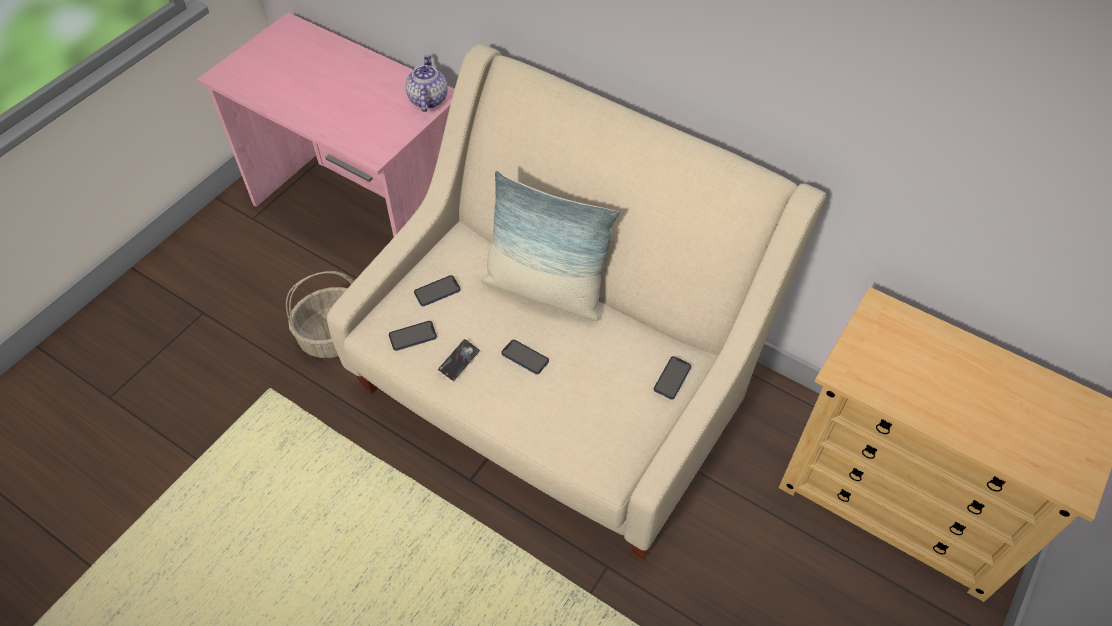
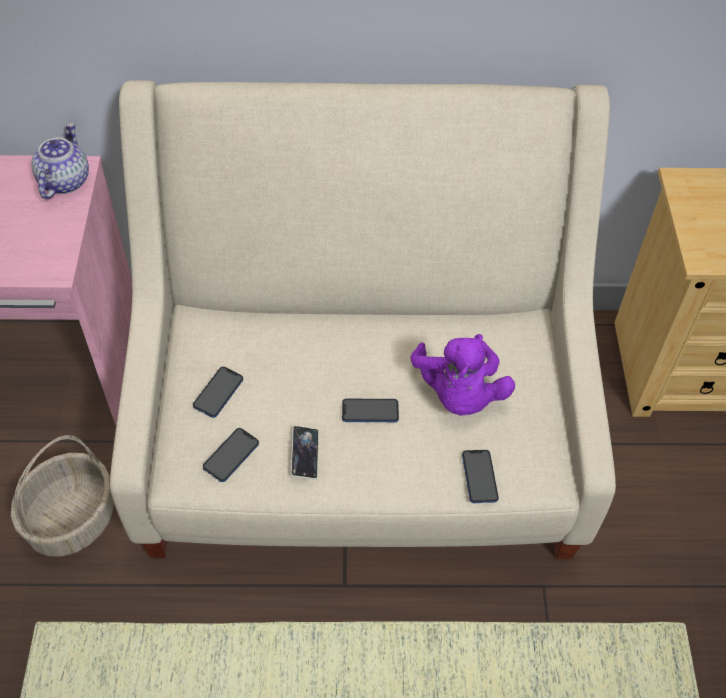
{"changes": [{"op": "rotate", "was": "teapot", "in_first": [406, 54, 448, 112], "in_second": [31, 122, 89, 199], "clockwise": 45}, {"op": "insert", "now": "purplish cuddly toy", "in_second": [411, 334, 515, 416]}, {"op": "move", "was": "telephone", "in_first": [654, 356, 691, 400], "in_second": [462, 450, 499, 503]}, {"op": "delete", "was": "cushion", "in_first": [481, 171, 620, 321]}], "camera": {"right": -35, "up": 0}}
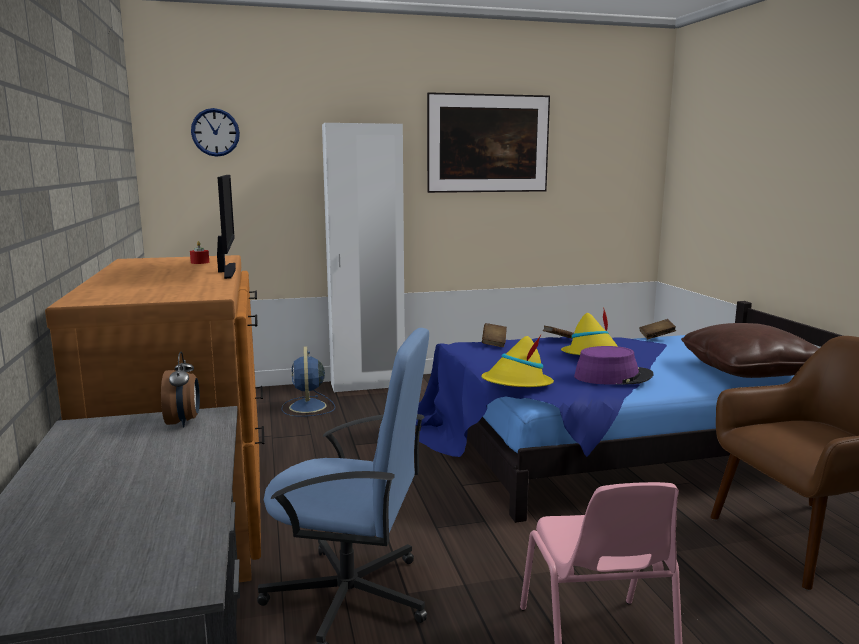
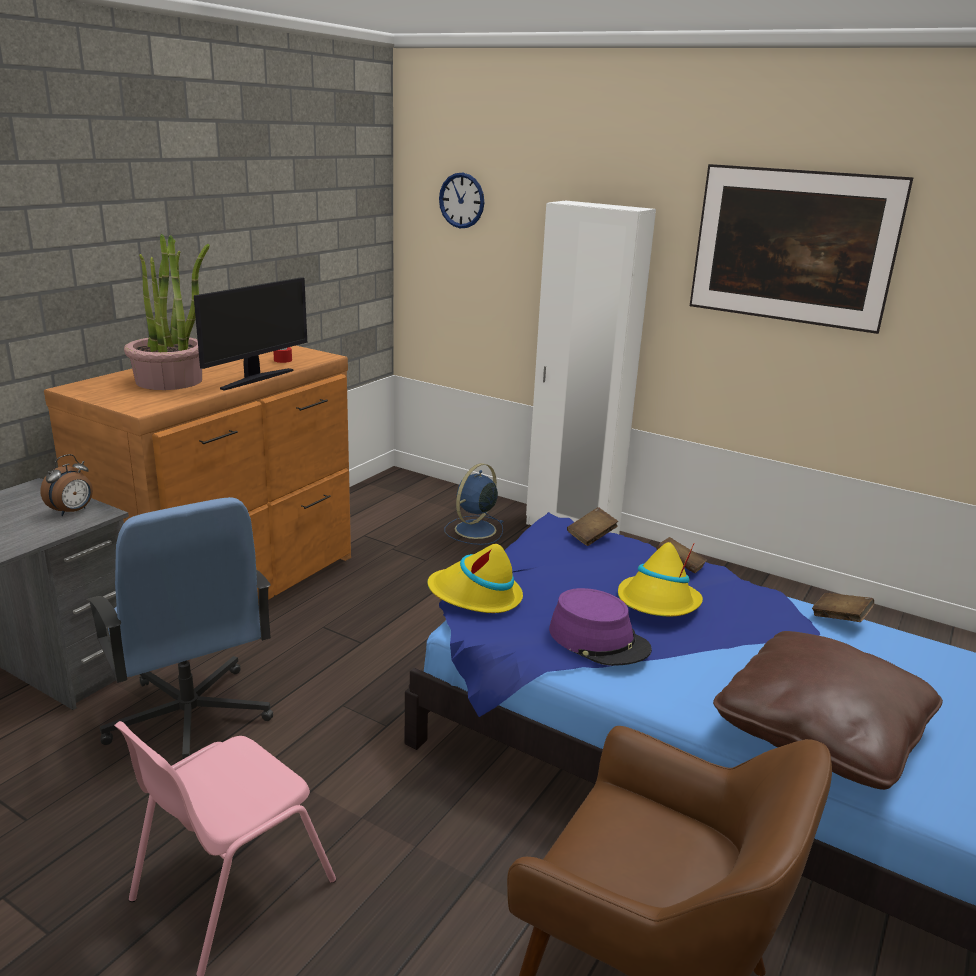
{"changes": [{"op": "insert", "now": "potted plant", "in_second": [124, 234, 210, 390]}], "camera": {"right": 45, "up": 10}}
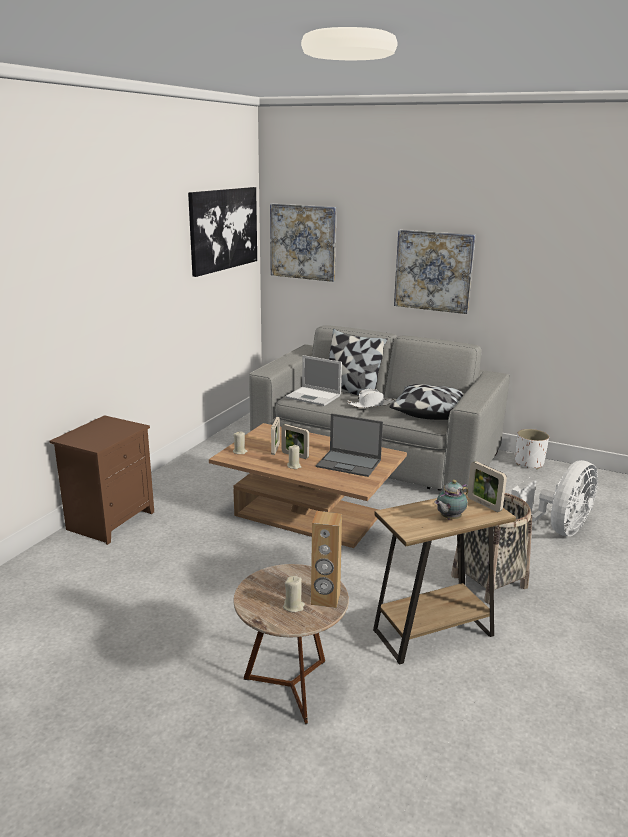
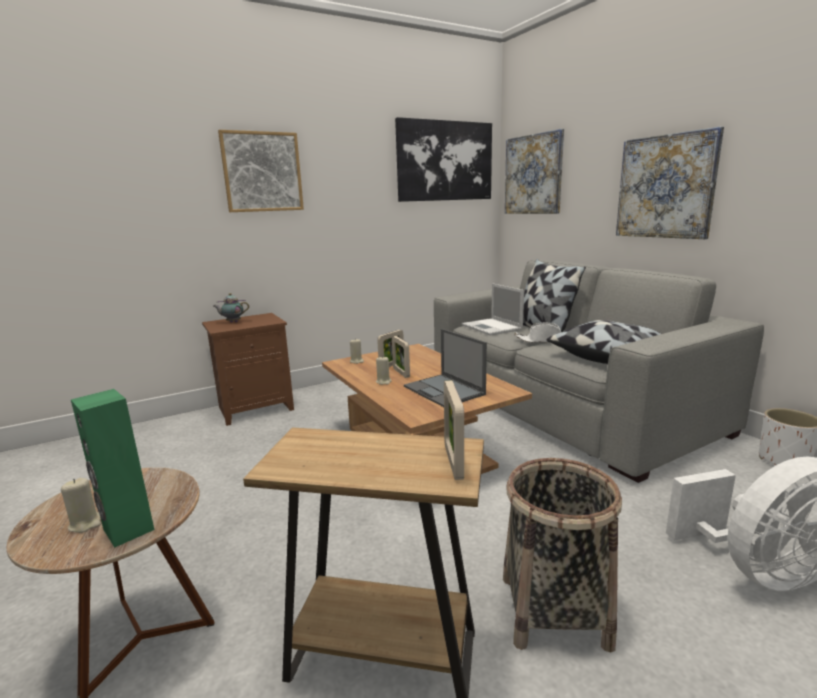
{"changes": [{"op": "recolor", "was": "brown audio speaker", "now": "green-coloured audio speaker", "in_first": [311, 511, 342, 608], "in_second": [71, 389, 154, 548]}, {"op": "move", "was": "teapot", "in_first": [434, 480, 469, 519], "in_second": [213, 293, 249, 323]}, {"op": "insert", "now": "picture", "in_second": [218, 130, 304, 212]}], "camera": {"right": 35, "up": -5}}
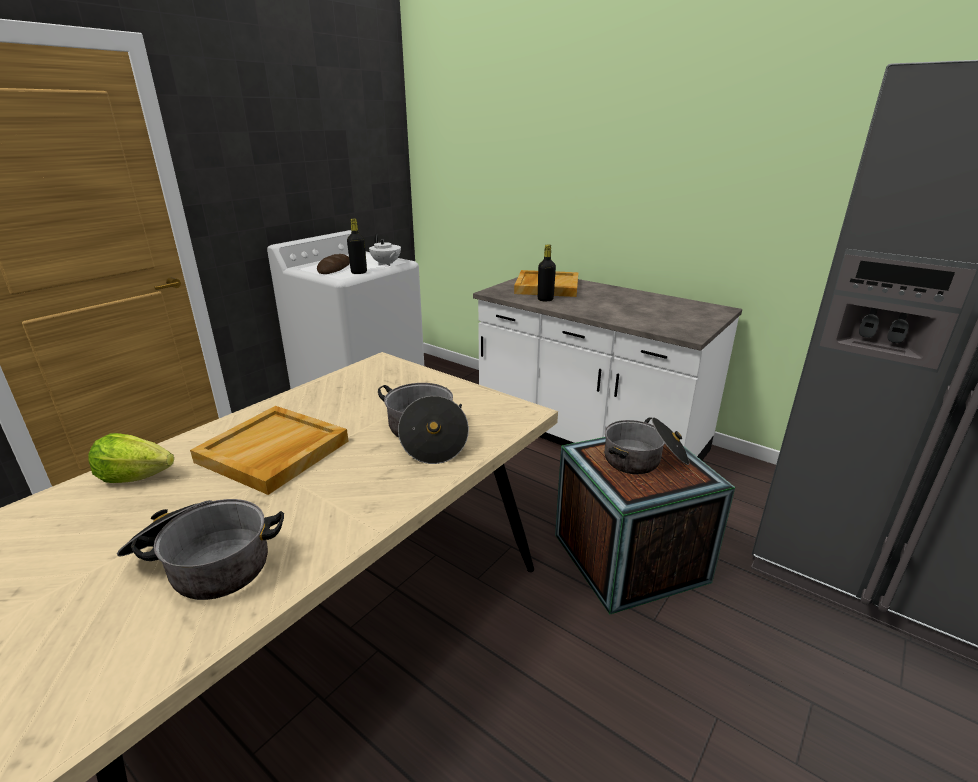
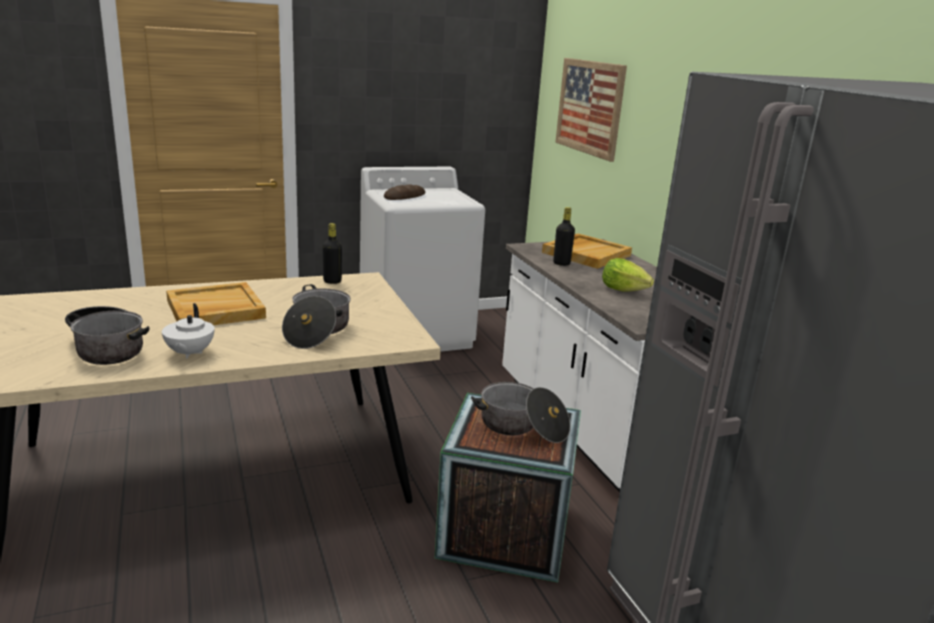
{"changes": [{"op": "move", "was": "whitish teapot", "in_first": [369, 234, 401, 266], "in_second": [162, 303, 215, 359]}, {"op": "move", "was": "black-coloured beverage bottle", "in_first": [347, 219, 367, 274], "in_second": [322, 223, 342, 284]}, {"op": "insert", "now": "picture", "in_second": [555, 58, 627, 162]}, {"op": "move", "was": "lettuce head", "in_first": [89, 433, 174, 483], "in_second": [602, 258, 654, 291]}], "camera": {"right": 30, "up": -5}}
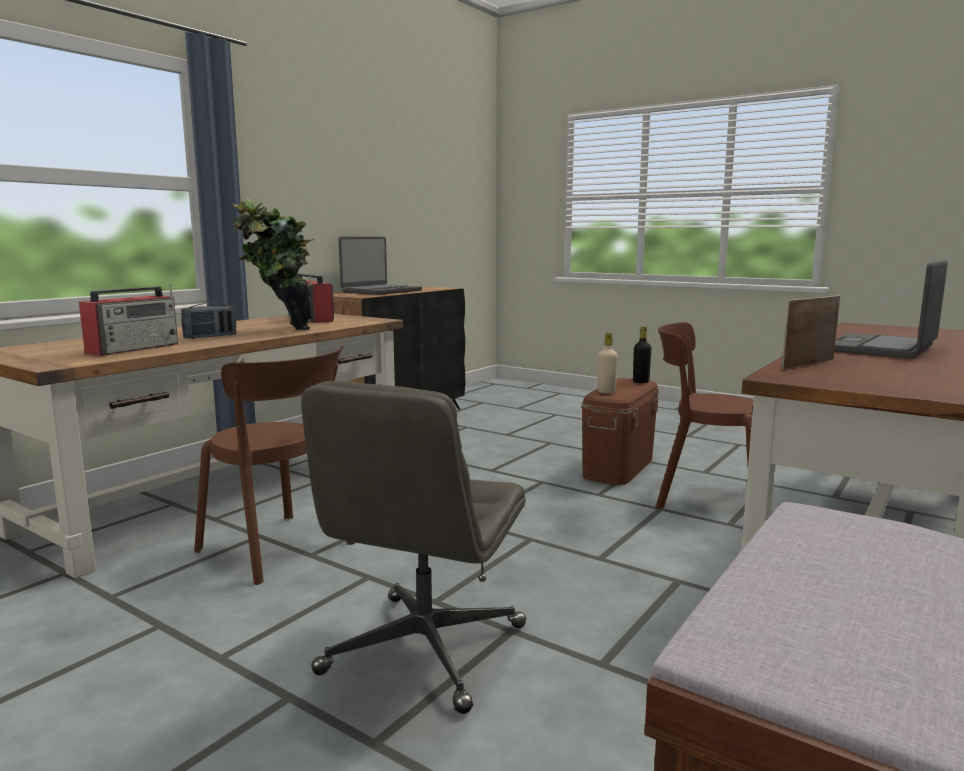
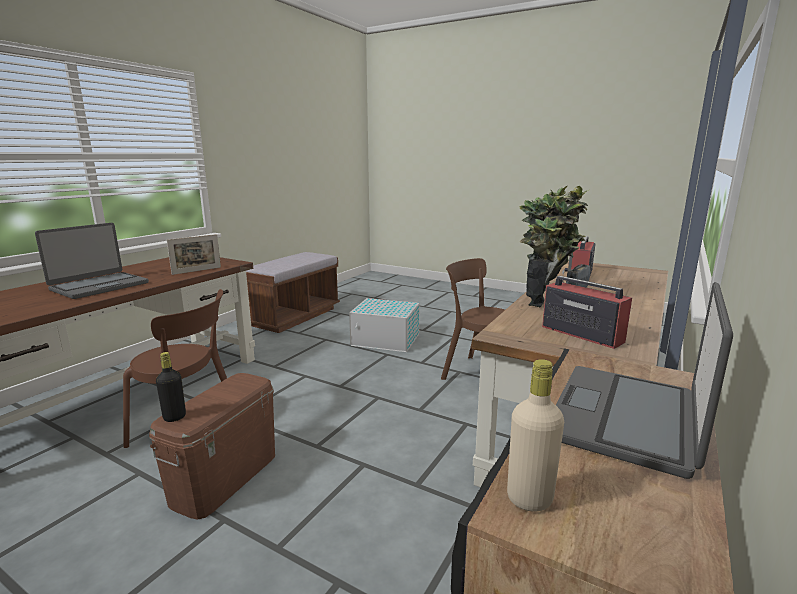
{"changes": [{"op": "replace", "was": "greyish desk chair", "now": "whitish storage container", "in_first": [301, 381, 526, 714], "in_second": [349, 298, 420, 352]}, {"op": "move", "was": "beige-coloured beverage bottle", "in_first": [597, 333, 618, 394], "in_second": [507, 359, 564, 511]}], "camera": {"right": 175, "up": 5}}
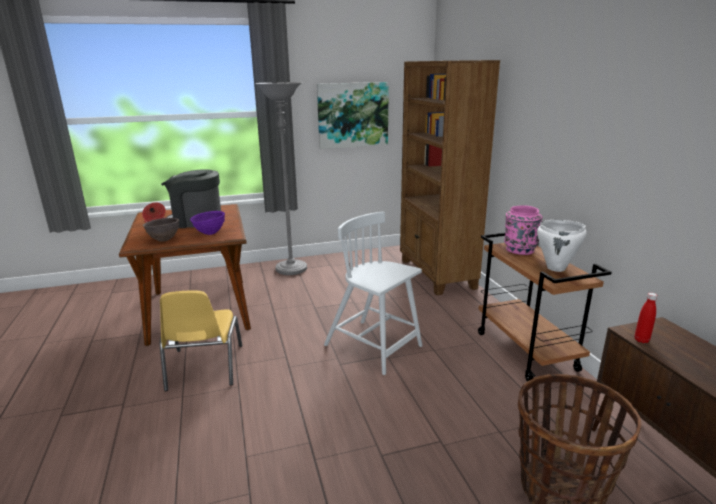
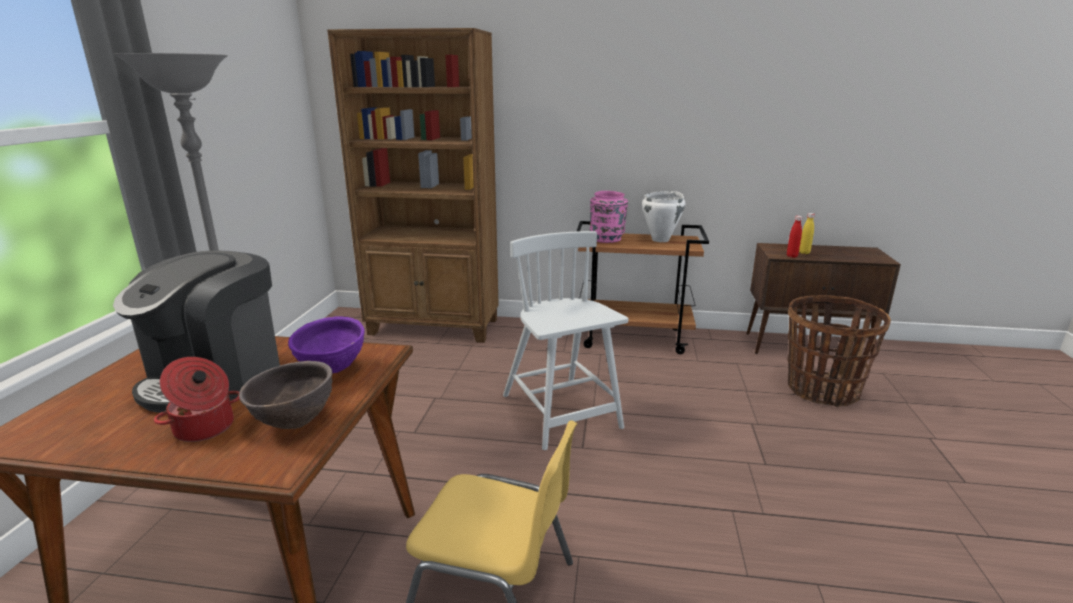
{"changes": [{"op": "rotate", "was": "whitish plain chair", "in_first": [324, 211, 422, 375], "in_second": [503, 231, 628, 450], "clockwise": 90}, {"op": "insert", "now": "yellowish beverage bottle", "in_second": [799, 213, 815, 254]}, {"op": "delete", "was": "picture", "in_first": [317, 82, 389, 149]}], "camera": {"right": -65, "up": 0}}
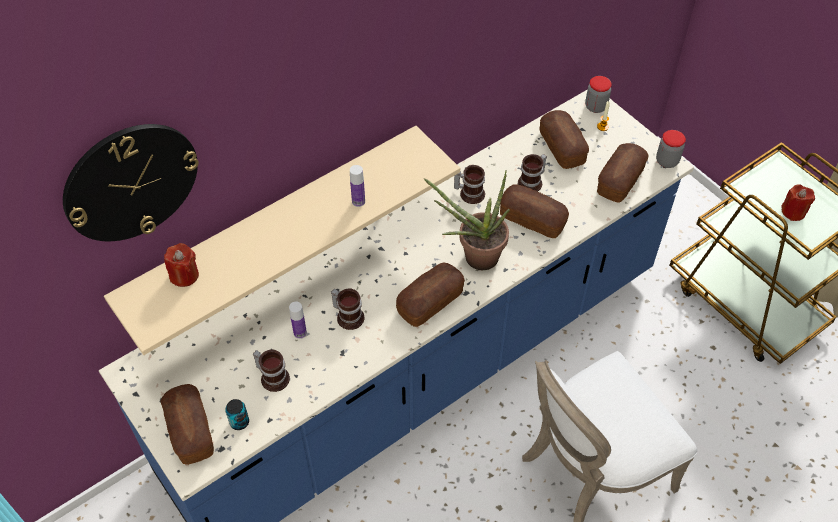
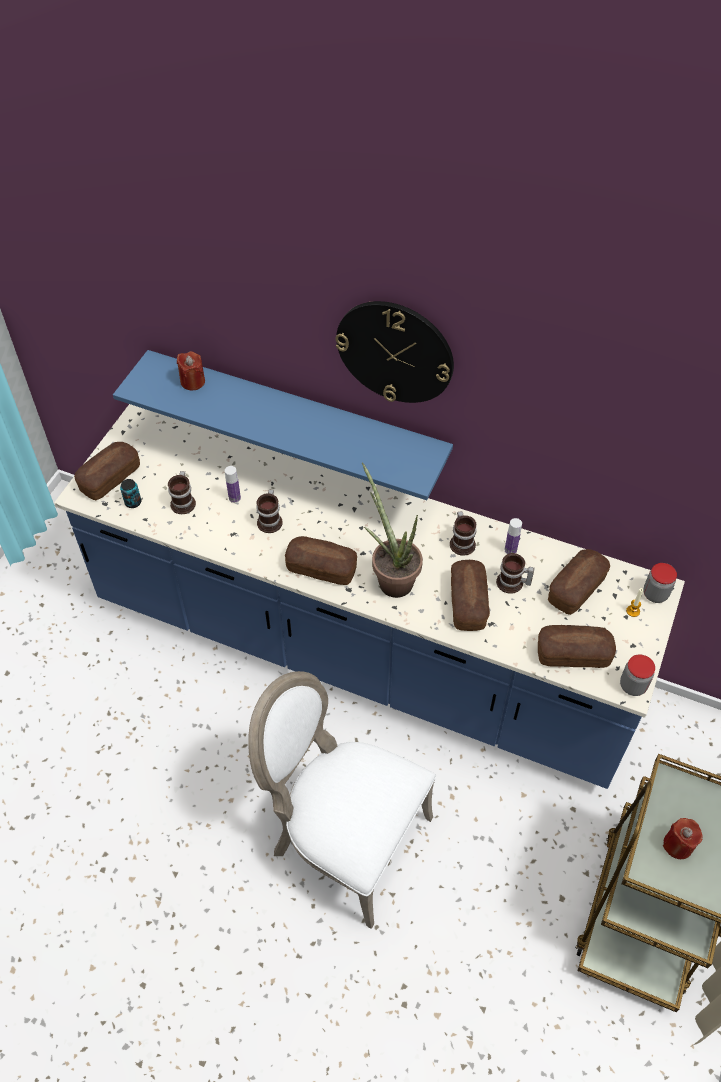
{"changes": [{"op": "recolor", "was": "beige-coloured wall shelf", "now": "blue wall shelf", "in_first": [104, 126, 460, 355], "in_second": [113, 350, 453, 500]}, {"op": "move", "was": "wall clock", "in_first": [63, 124, 199, 241], "in_second": [335, 301, 454, 403]}, {"op": "move", "was": "beverage bottle", "in_first": [350, 165, 365, 207], "in_second": [505, 518, 522, 554]}], "camera": {"right": 60, "up": 0}}
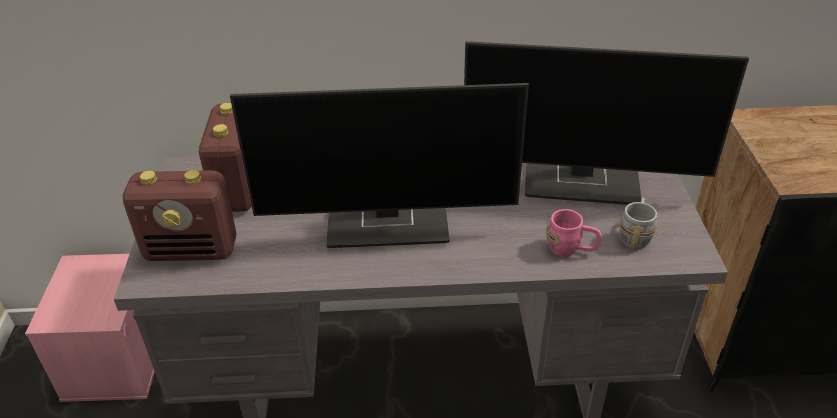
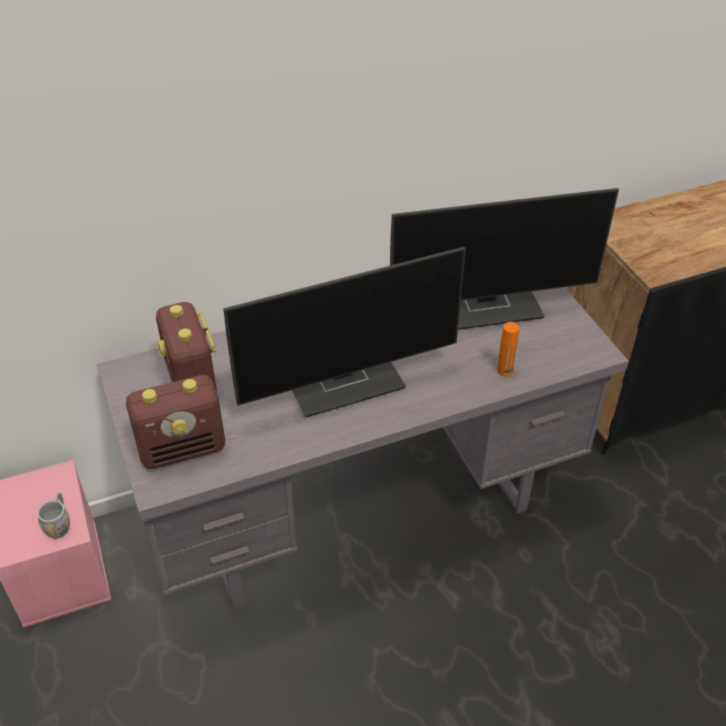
{"changes": [{"op": "move", "was": "greyish mug", "in_first": [620, 197, 657, 249], "in_second": [37, 493, 70, 539]}, {"op": "replace", "was": "pinkish mug", "now": "orange beverage bottle", "in_first": [546, 209, 602, 257], "in_second": [497, 322, 520, 376]}], "camera": {"right": -20, "up": 5}}
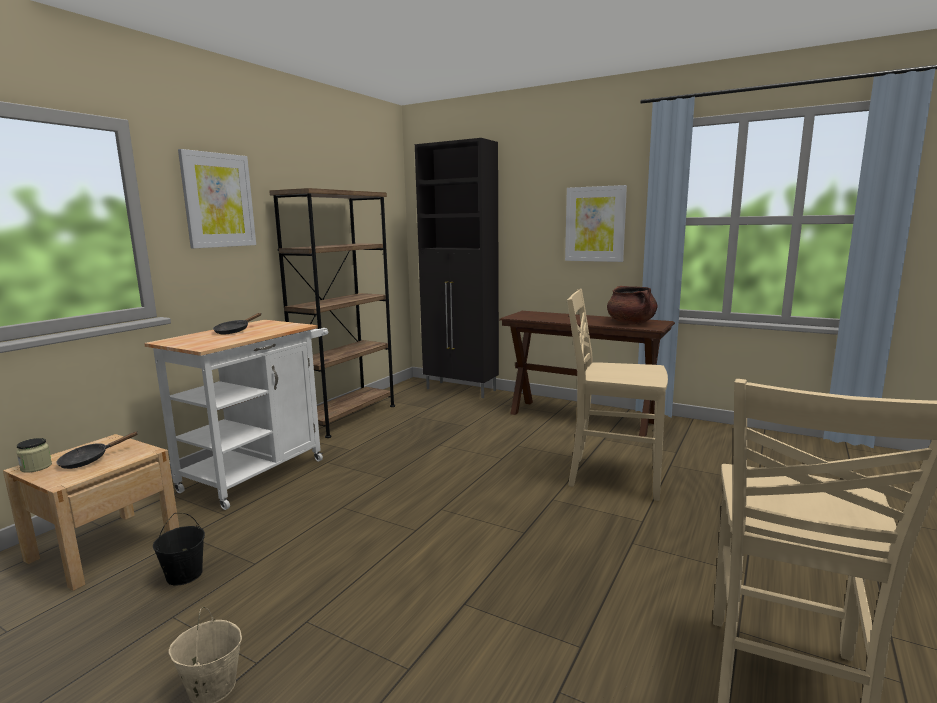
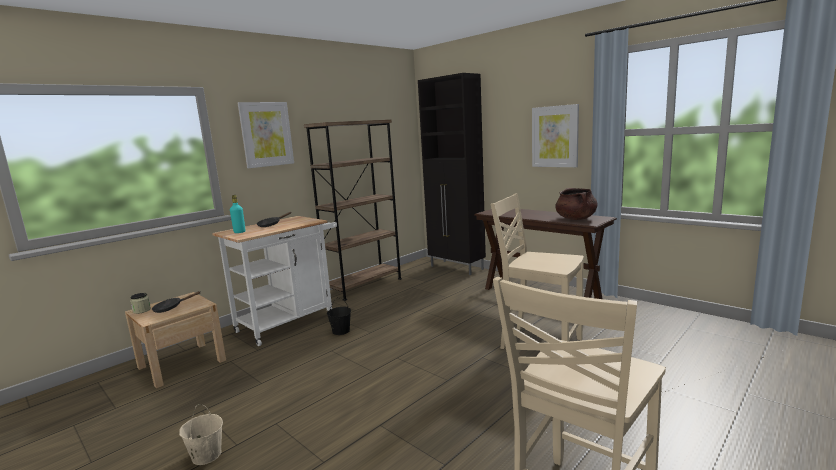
{"changes": [{"op": "insert", "now": "turquoise beverage bottle", "in_second": [230, 195, 246, 233]}, {"op": "move", "was": "black-coloured pail", "in_first": [153, 513, 205, 586], "in_second": [327, 298, 351, 335]}], "camera": {"right": 15, "up": 0}}
